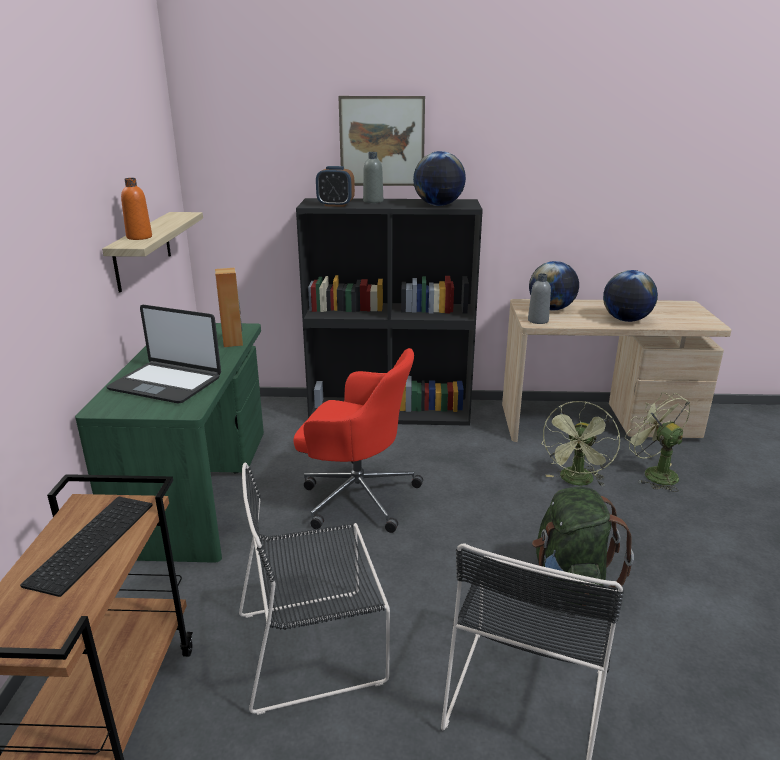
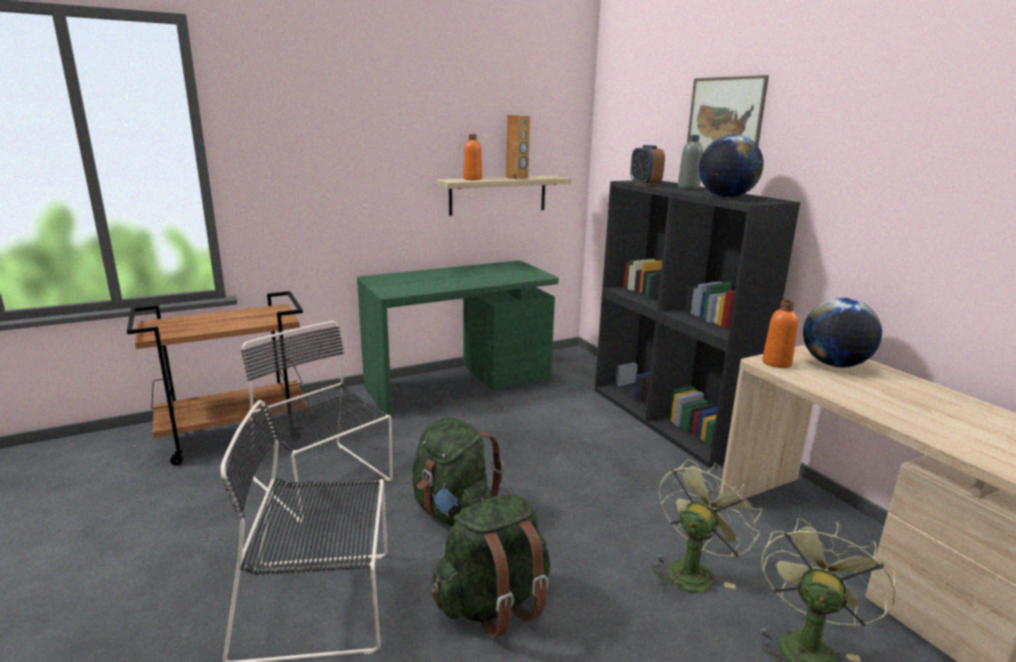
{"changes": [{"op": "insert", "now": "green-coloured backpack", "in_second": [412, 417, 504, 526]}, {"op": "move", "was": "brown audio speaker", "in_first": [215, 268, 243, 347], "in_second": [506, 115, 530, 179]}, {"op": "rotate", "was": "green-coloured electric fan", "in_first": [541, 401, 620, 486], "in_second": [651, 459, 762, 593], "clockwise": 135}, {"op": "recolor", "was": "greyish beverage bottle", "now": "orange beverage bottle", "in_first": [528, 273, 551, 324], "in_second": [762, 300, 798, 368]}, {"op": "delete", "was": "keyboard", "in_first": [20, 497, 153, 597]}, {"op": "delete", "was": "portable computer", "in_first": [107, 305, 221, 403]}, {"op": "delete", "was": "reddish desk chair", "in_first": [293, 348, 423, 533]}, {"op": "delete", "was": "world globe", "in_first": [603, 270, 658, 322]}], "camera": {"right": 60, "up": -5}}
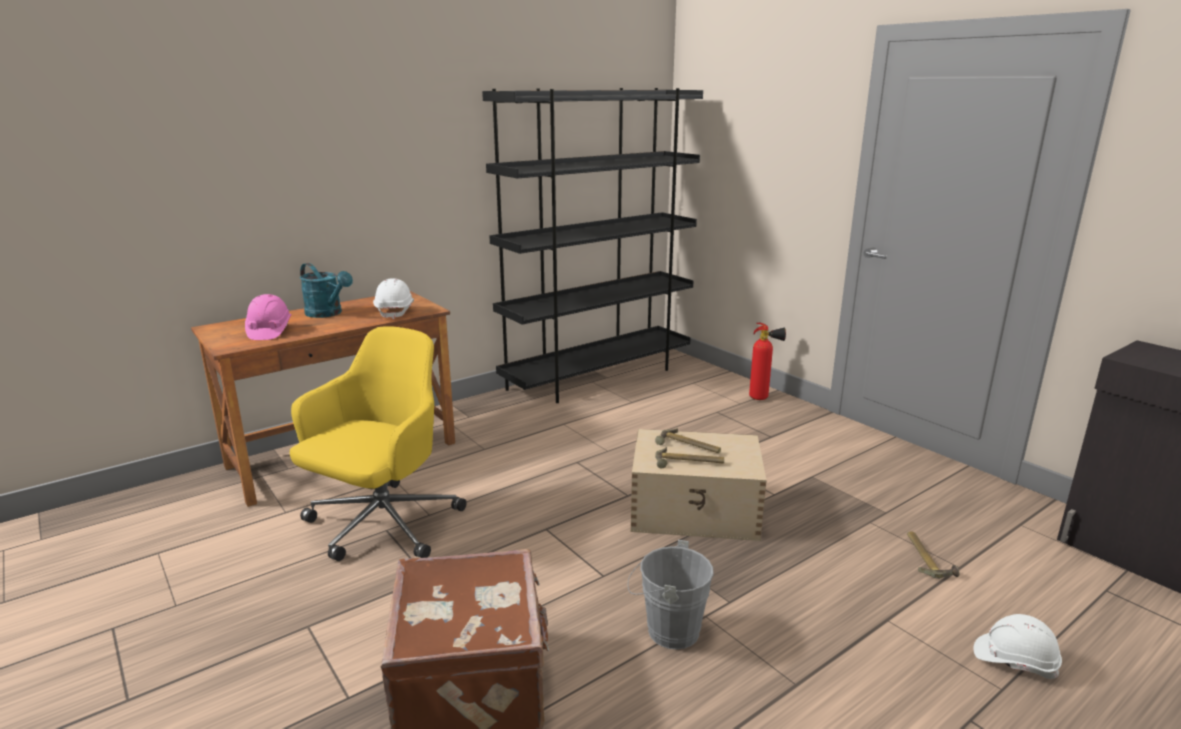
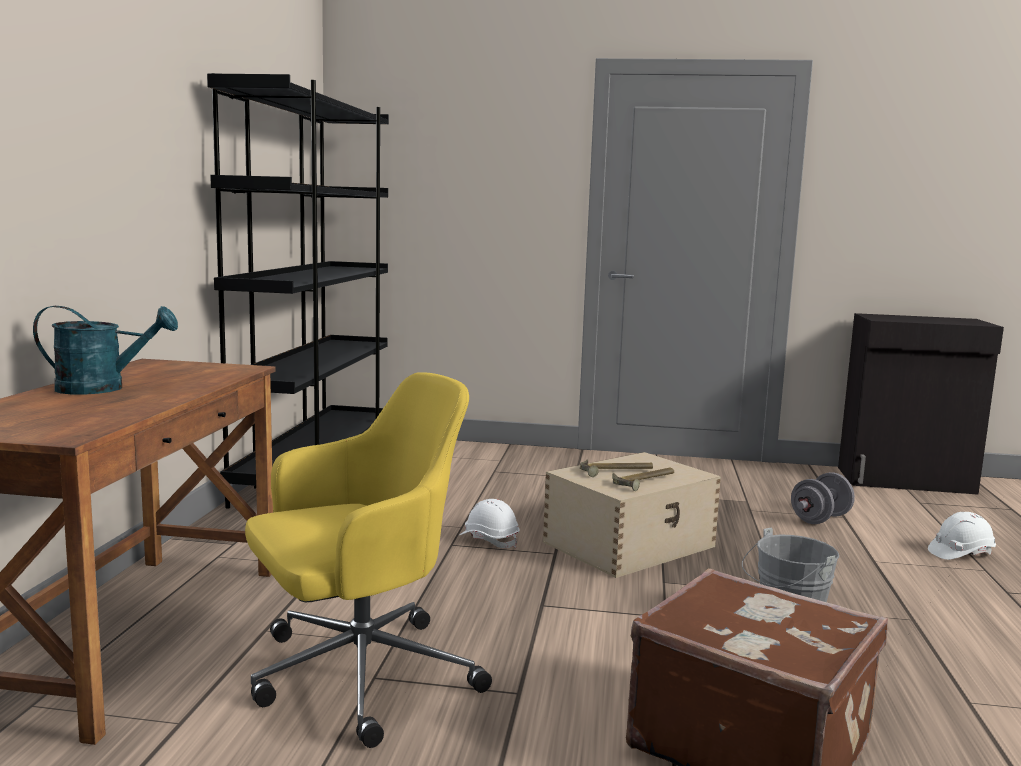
{"changes": [{"op": "rotate", "was": "yellowish desk chair", "in_first": [290, 326, 467, 561], "in_second": [245, 372, 492, 748], "clockwise": 75}, {"op": "move", "was": "whitish safety helmet", "in_first": [373, 278, 414, 319], "in_second": [460, 499, 520, 548]}, {"op": "replace", "was": "hand hammer", "now": "greyish dumbbell", "in_first": [907, 532, 959, 579], "in_second": [791, 472, 855, 524]}, {"op": "delete", "was": "pinkish safety helmet", "in_first": [245, 294, 291, 340]}, {"op": "delete", "was": "fire extinguisher", "in_first": [749, 322, 786, 400]}], "camera": {"right": -45, "up": -10}}
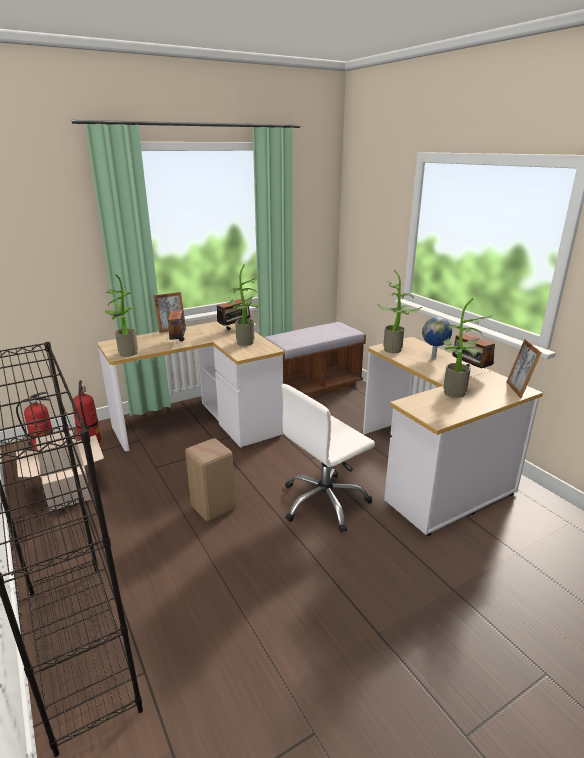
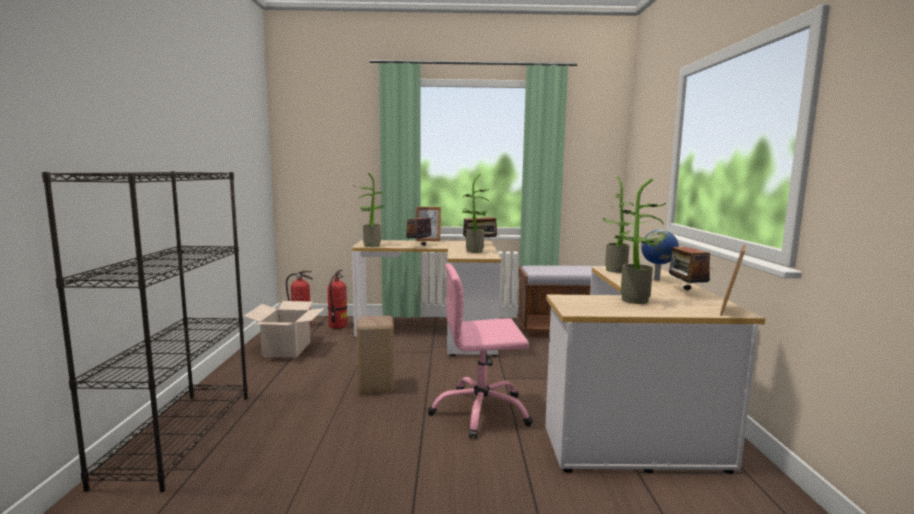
{"changes": [{"op": "recolor", "was": "whitish desk chair", "now": "pinkish desk chair", "in_first": [281, 384, 375, 532], "in_second": [428, 263, 533, 439]}], "camera": {"right": 30, "up": -15}}
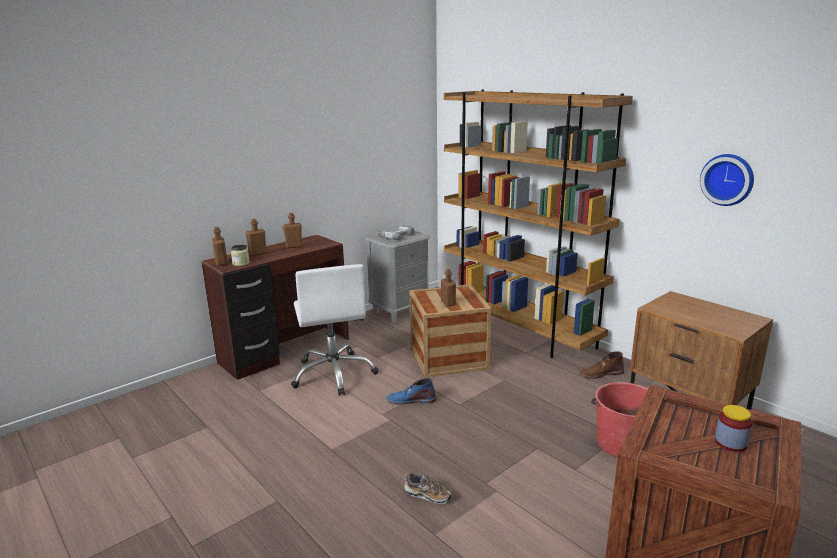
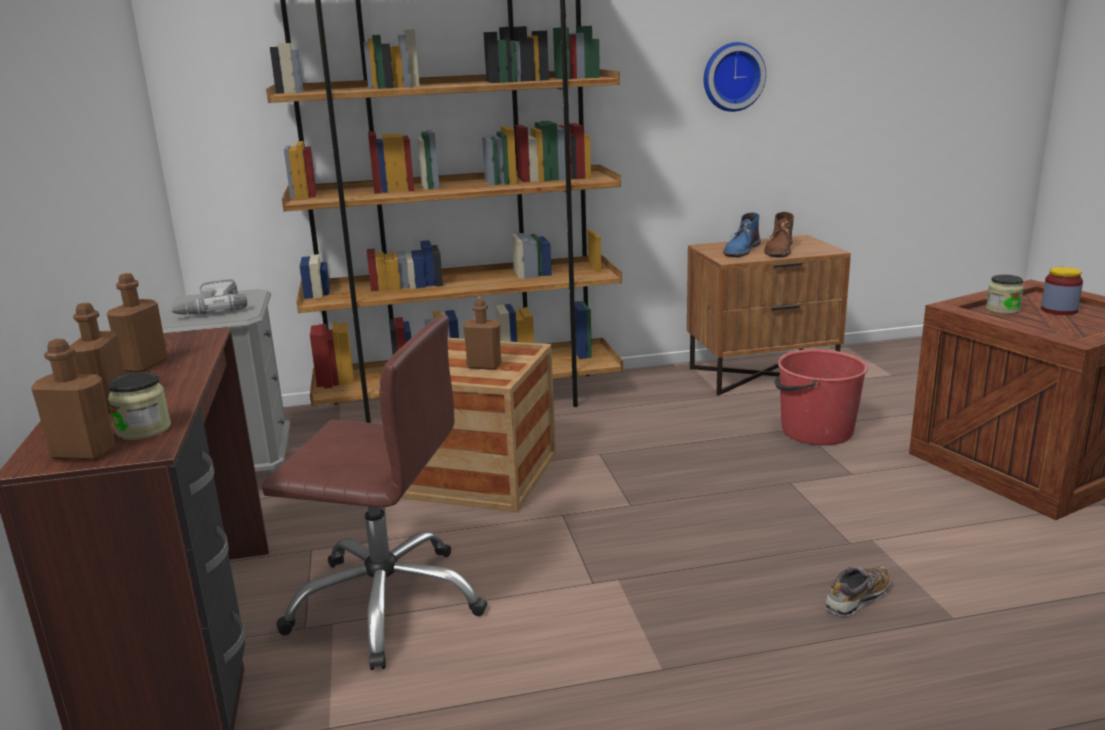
{"changes": [{"op": "recolor", "was": "whitish desk chair", "now": "brown desk chair", "in_first": [291, 264, 379, 396], "in_second": [262, 315, 487, 670]}, {"op": "move", "was": "blue high-top boot", "in_first": [386, 378, 436, 405], "in_second": [723, 212, 761, 257]}, {"op": "move", "was": "brown high-top boot", "in_first": [580, 351, 624, 379], "in_second": [764, 212, 794, 257]}, {"op": "insert", "now": "storage jar", "in_second": [986, 275, 1024, 314]}], "camera": {"right": -60, "up": 0}}
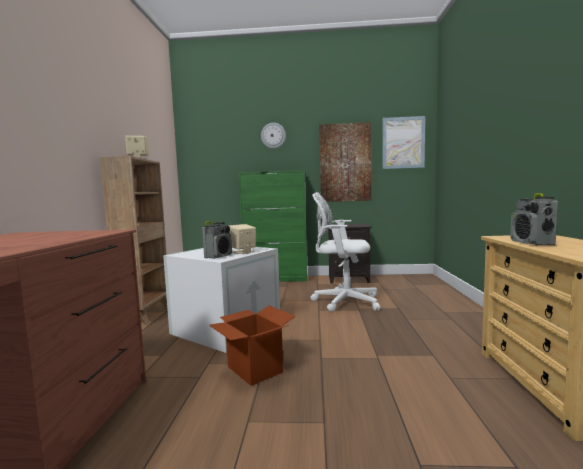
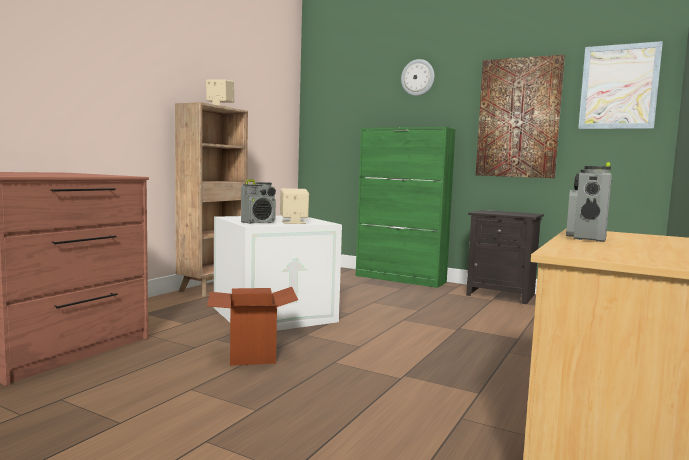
{"changes": [{"op": "delete", "was": "whitish desk chair", "in_first": [311, 192, 380, 312]}], "camera": {"right": 25, "up": 0}}
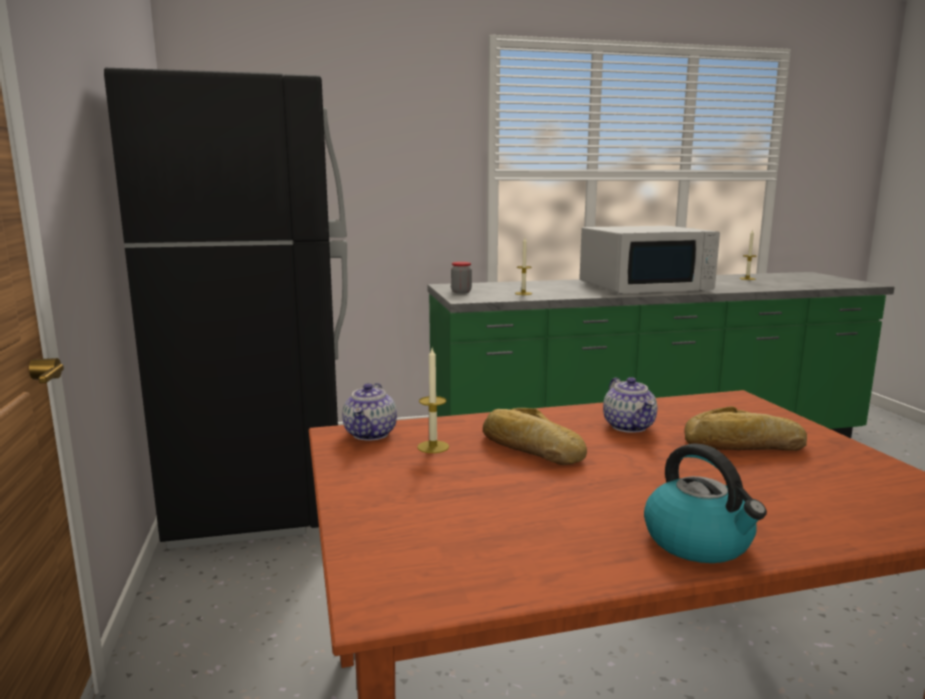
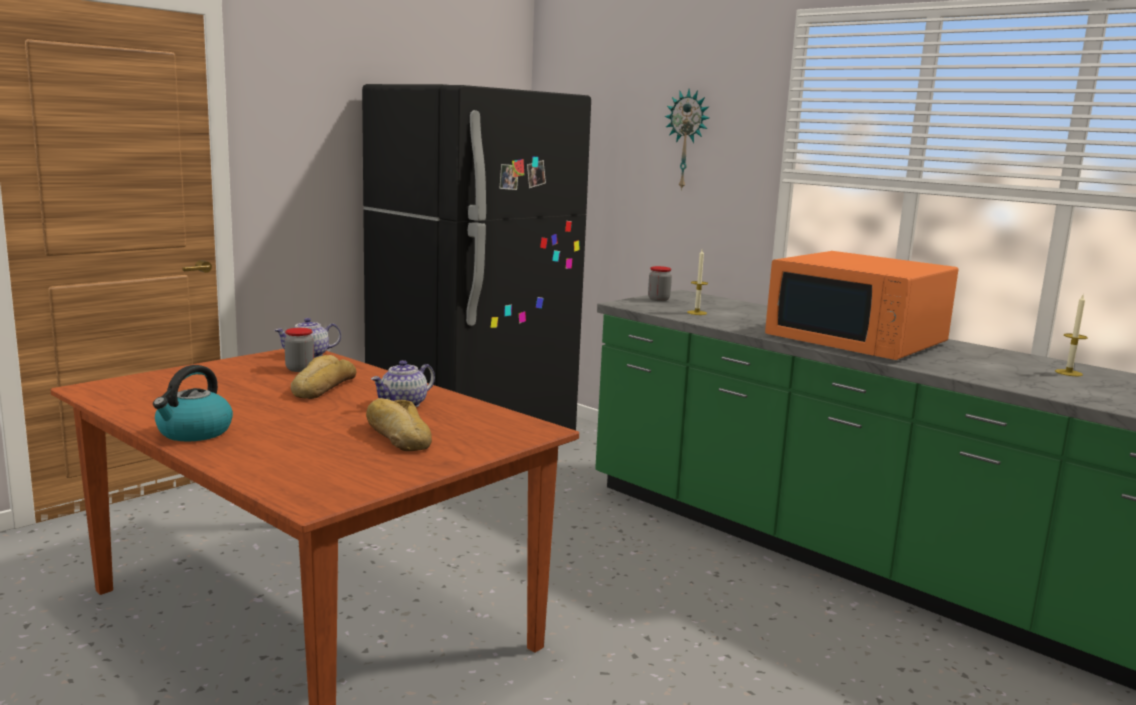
{"changes": [{"op": "replace", "was": "candle", "now": "storage jar", "in_first": [417, 348, 449, 453], "in_second": [284, 328, 314, 372]}, {"op": "insert", "now": "wall clock", "in_second": [665, 89, 709, 191]}, {"op": "recolor", "was": "whitish microwave", "now": "orange microwave", "in_first": [580, 226, 720, 294], "in_second": [765, 251, 958, 360]}], "camera": {"right": 55, "up": 0}}
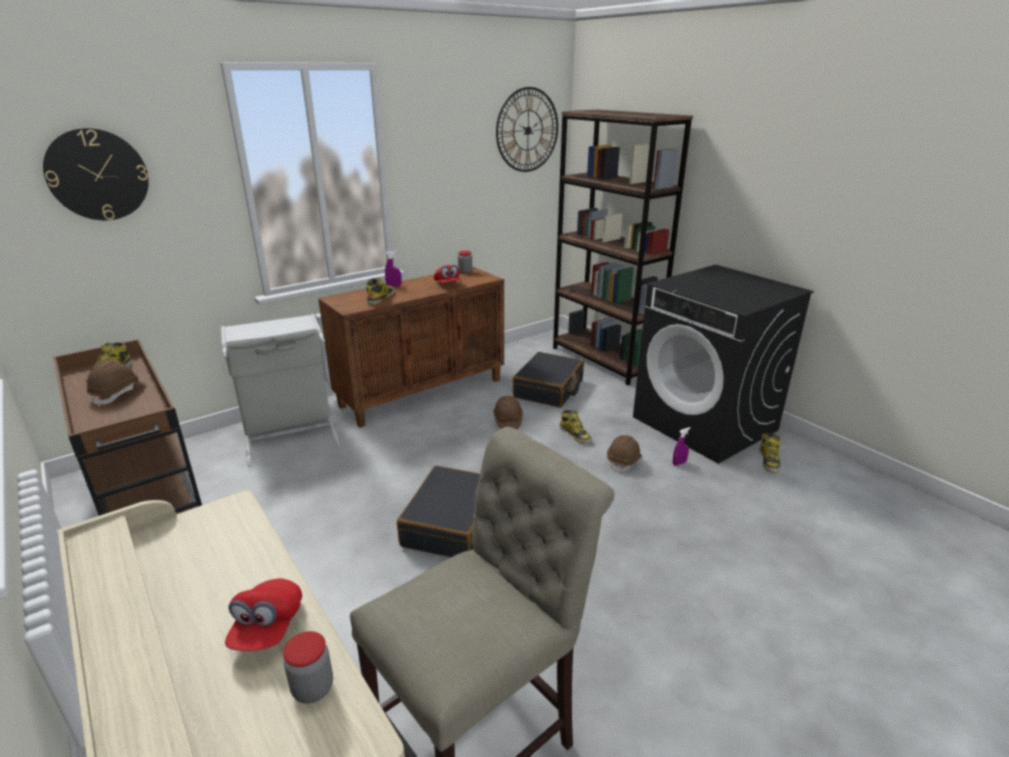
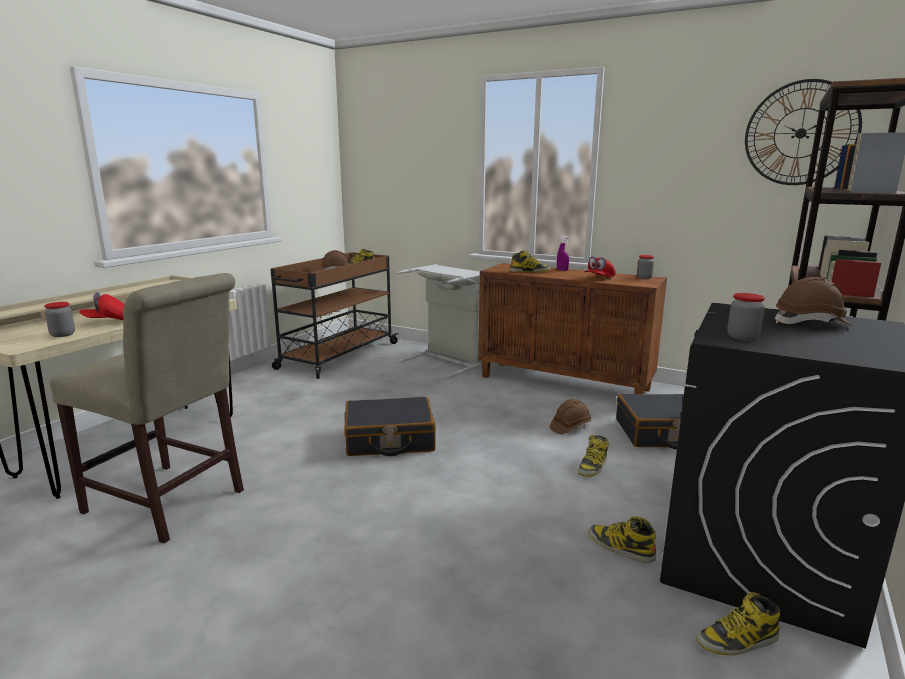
{"changes": [{"op": "replace", "was": "purplish sprayer", "now": "high-top boot", "in_first": [673, 427, 691, 466], "in_second": [588, 516, 656, 563]}, {"op": "insert", "now": "storage jar", "in_second": [727, 293, 765, 341]}, {"op": "move", "was": "brown safety helmet", "in_first": [607, 435, 642, 473], "in_second": [775, 277, 853, 327]}, {"op": "delete", "was": "wall clock", "in_first": [43, 128, 149, 220]}], "camera": {"right": 65, "up": -10}}
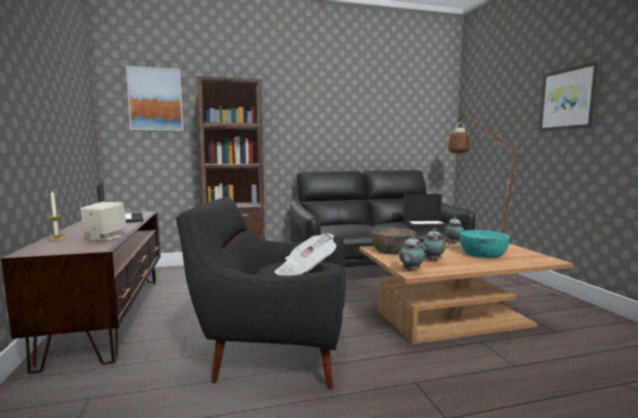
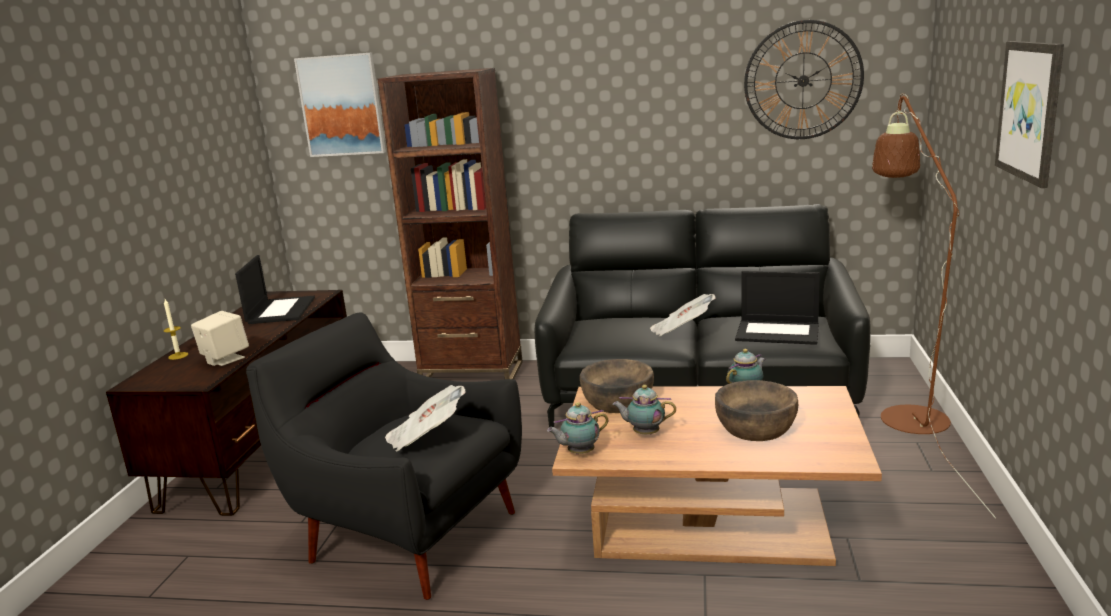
{"changes": [{"op": "insert", "now": "newspaper", "in_second": [650, 294, 715, 337]}, {"op": "recolor", "was": "turquoise deep dish", "now": "brown deep dish", "in_first": [460, 230, 510, 258], "in_second": [715, 380, 798, 441]}, {"op": "insert", "now": "wall clock", "in_second": [744, 20, 864, 139]}], "camera": {"right": 25, "up": 10}}
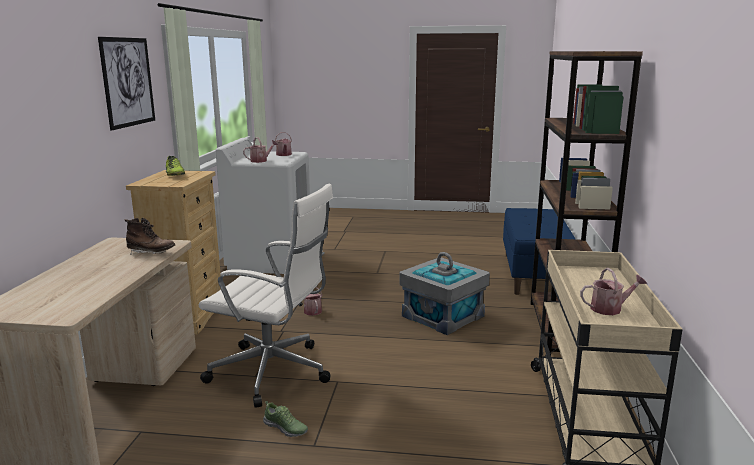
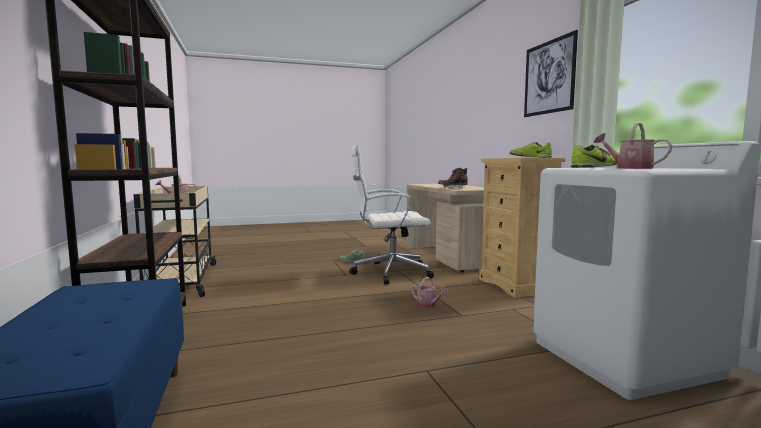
{"changes": [{"op": "replace", "was": "sprinkling can", "now": "shoe", "in_first": [243, 137, 278, 163], "in_second": [571, 145, 618, 168]}, {"op": "delete", "was": "greyish storage container", "in_first": [399, 252, 490, 335]}], "camera": {"right": 155, "up": -10}}
